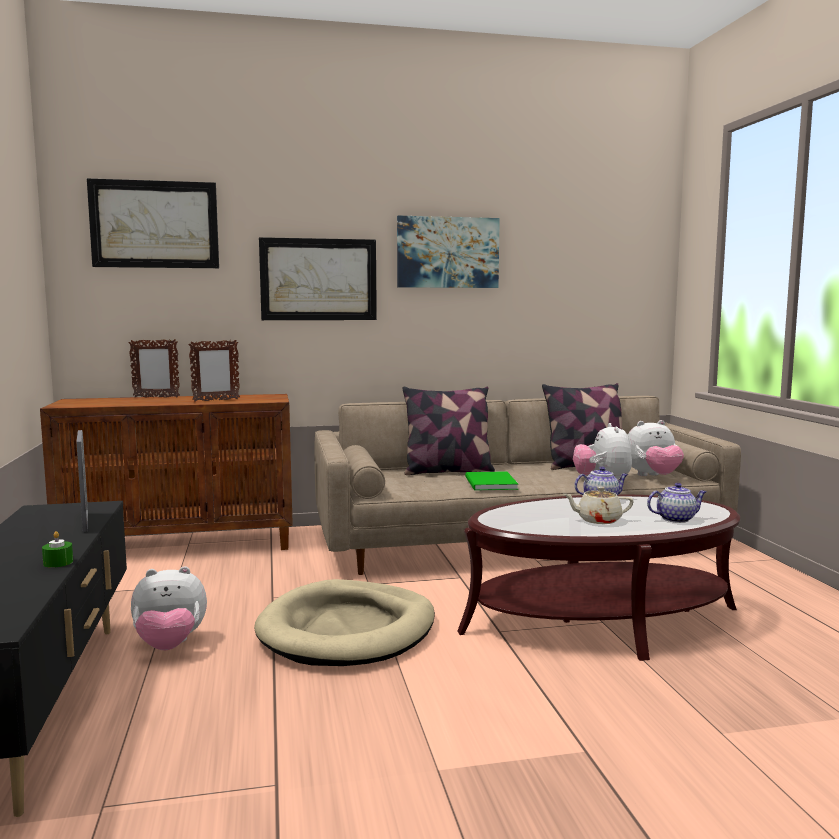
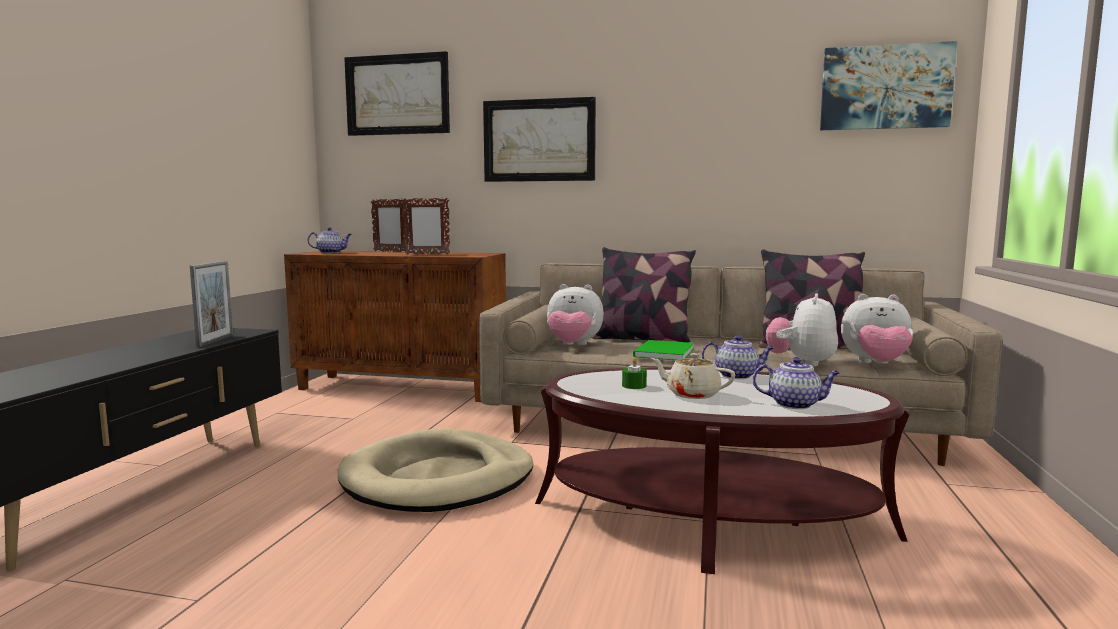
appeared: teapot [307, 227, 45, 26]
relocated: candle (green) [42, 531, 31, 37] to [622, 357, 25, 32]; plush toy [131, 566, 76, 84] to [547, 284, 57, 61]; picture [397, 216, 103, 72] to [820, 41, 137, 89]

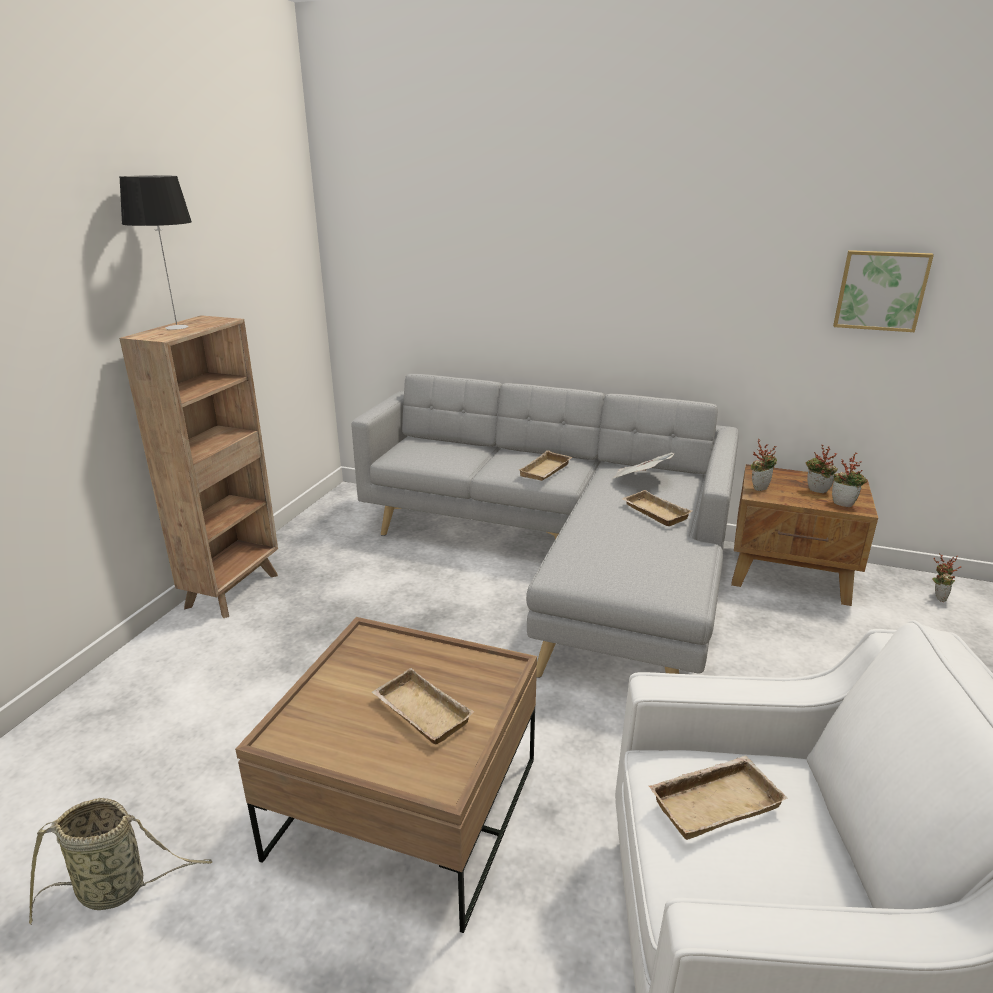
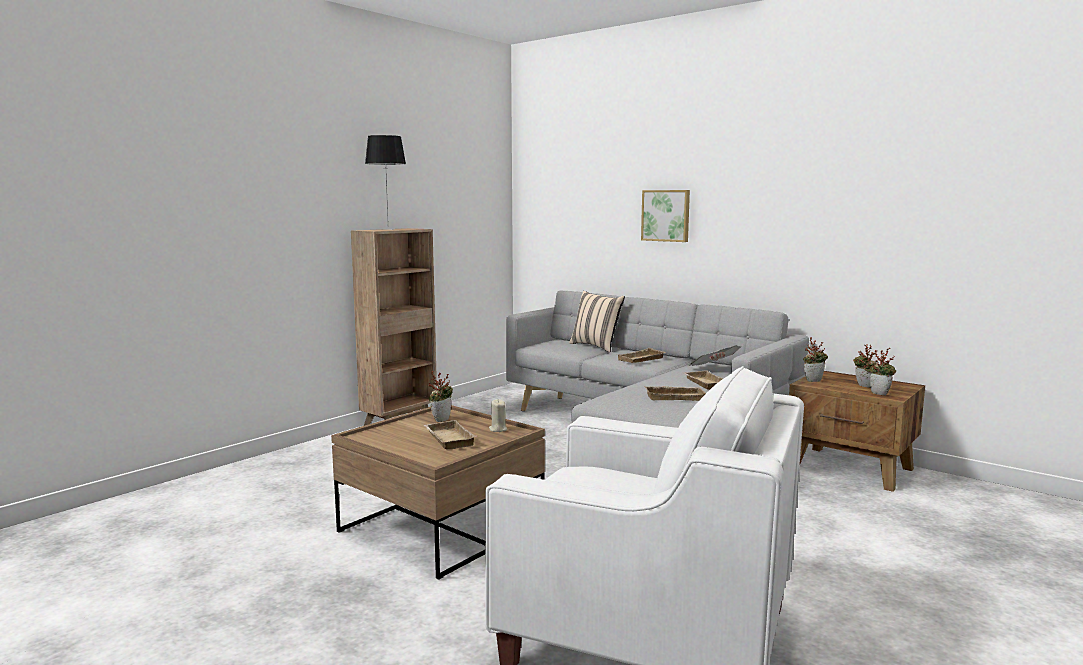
missing: basket [29, 798, 183, 127]
appeared: candle (beige) [489, 399, 18, 33]; pillow (beige) [569, 291, 56, 61]
relocated: tray (beige) [649, 756, 139, 84] to [645, 386, 61, 15]; picture [833, 250, 101, 82] to [641, 190, 49, 52]; potted plant [932, 553, 29, 49] to [429, 370, 24, 52]

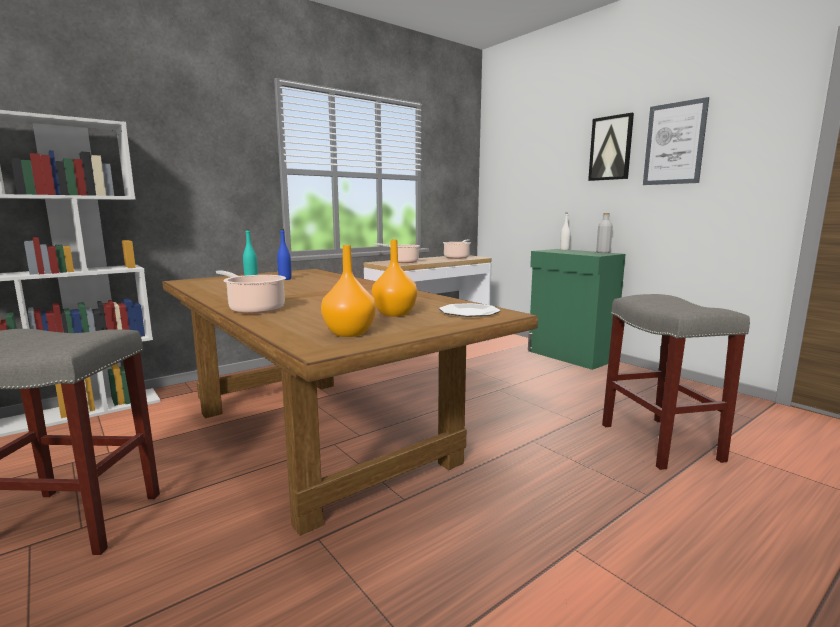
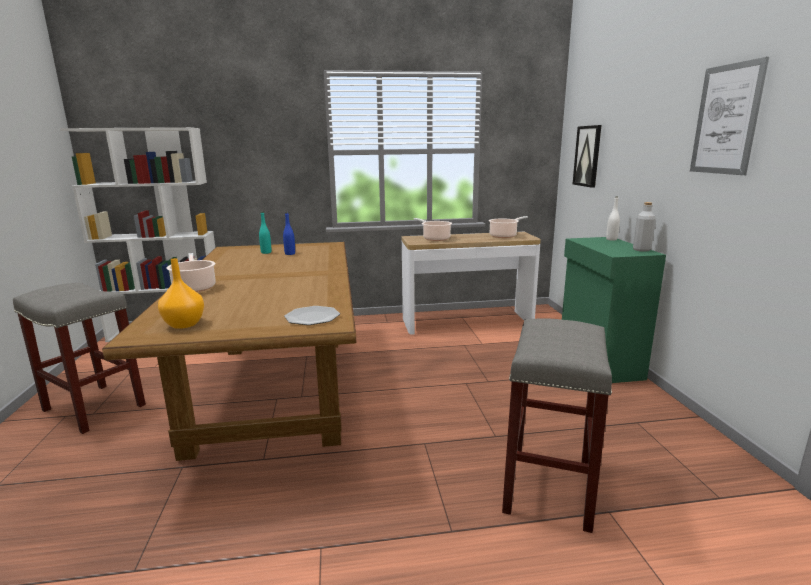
missing: vase (orange) [372, 239, 45, 78]
relocated: picture [588, 113, 46, 68] to [573, 125, 28, 63]

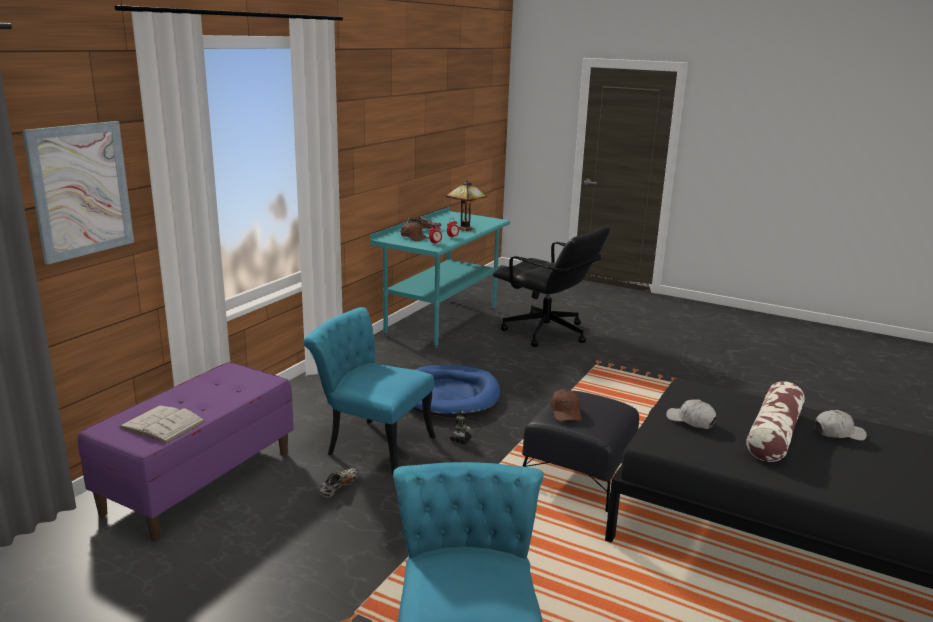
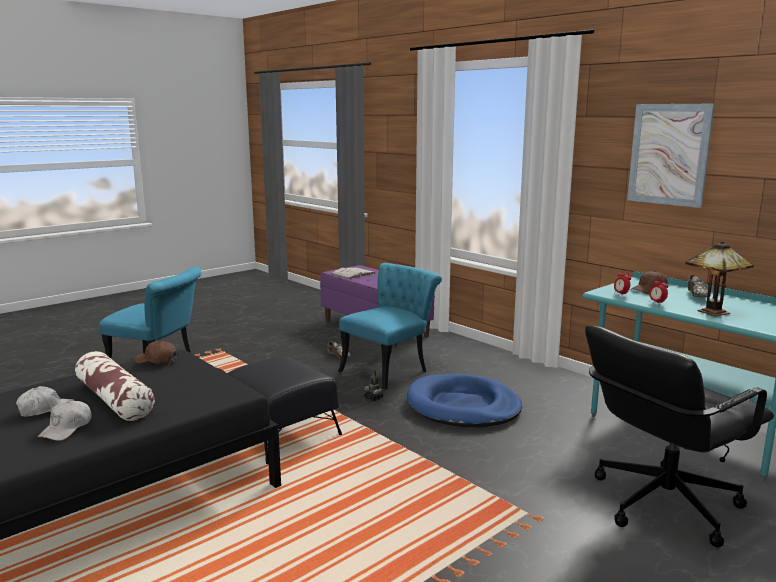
relocated: picture [22, 121, 112, 144] to [627, 104, 88, 104]; cap (brown) [550, 389, 32, 32] to [134, 341, 44, 23]; cap (white) [666, 399, 51, 30] to [16, 386, 59, 31]

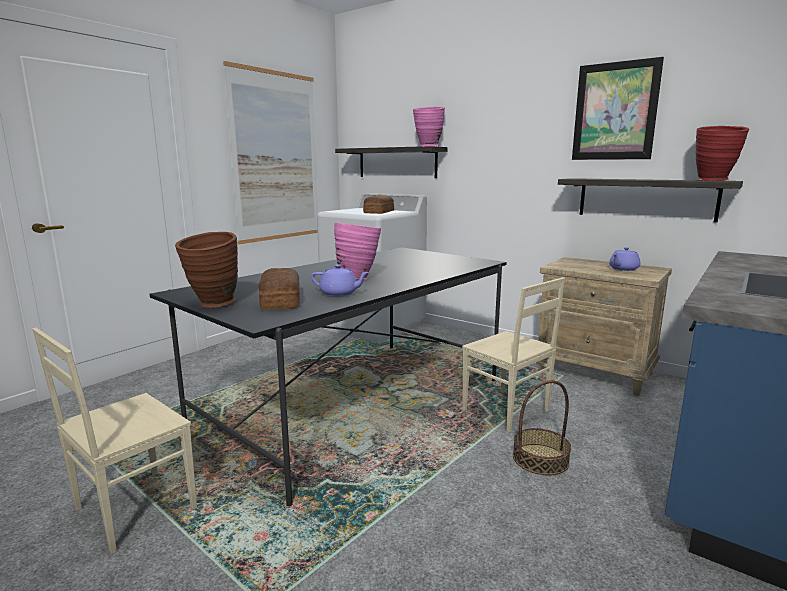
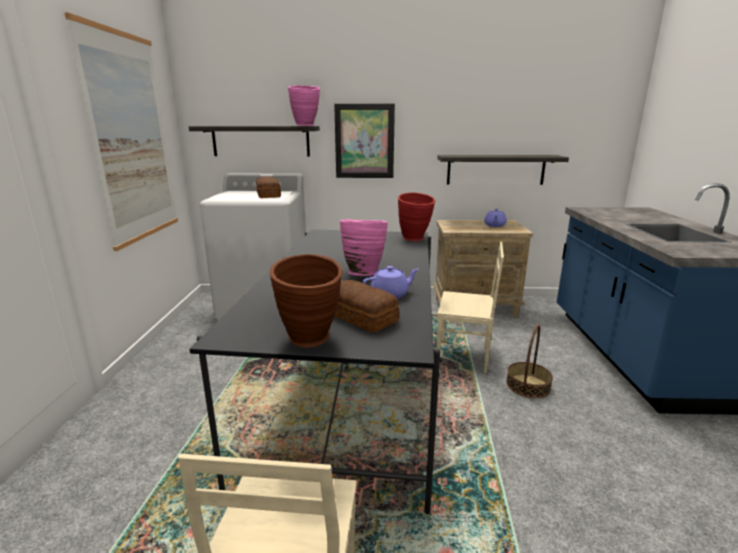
relocated: picture [572, 57, 92, 103] to [334, 103, 61, 75]; vase (red) [696, 126, 53, 55] to [398, 192, 37, 49]

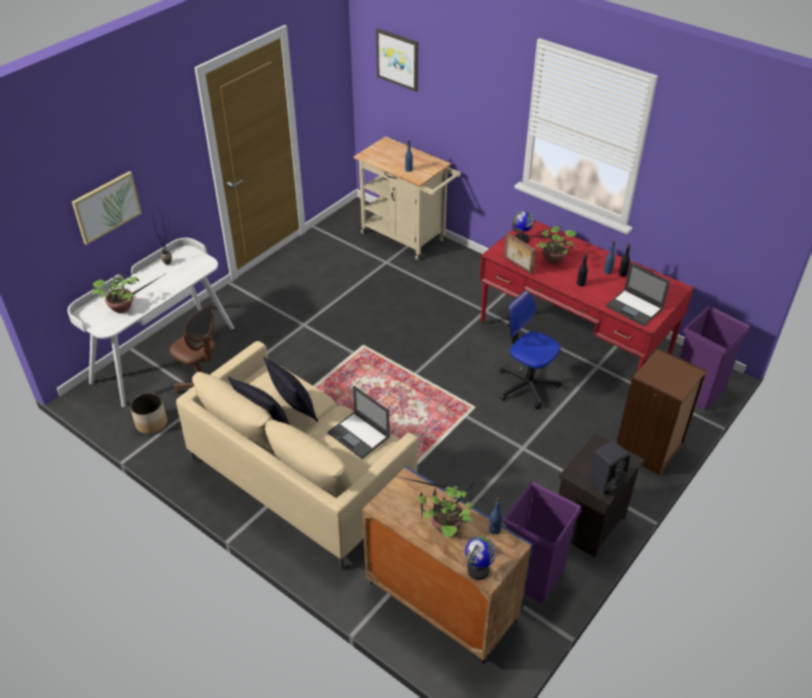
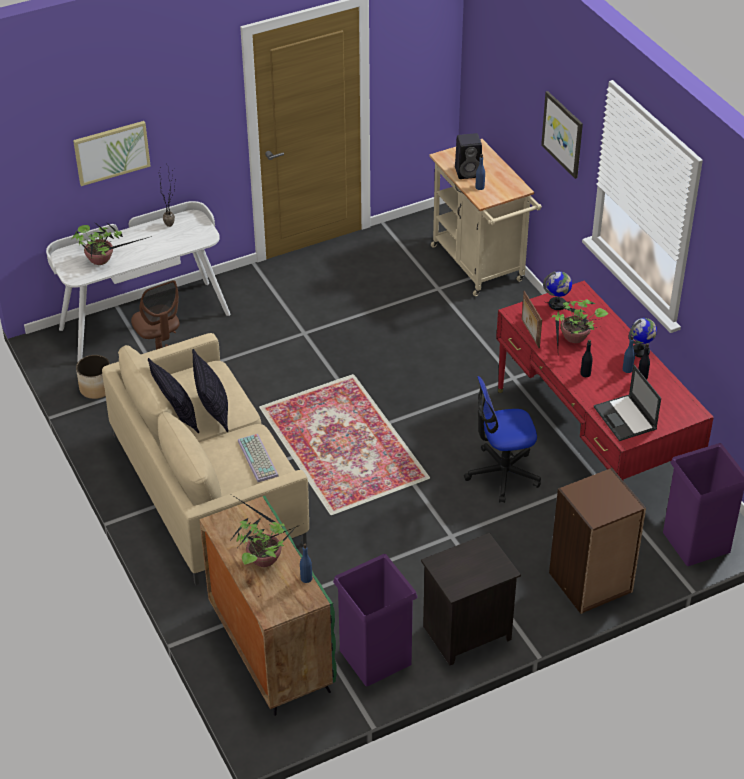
relocated: picture [376, 28, 42, 64] to [541, 91, 42, 88]; globe [465, 536, 31, 44] to [629, 318, 28, 40]; speaker (black) [589, 440, 41, 55] to [455, 133, 27, 46]
exchanged: laptop [328, 386, 62, 73] to keyboard [238, 434, 41, 48]
colour: cabinet (blue) [362, 466, 171, 198] to cabinet (green) [199, 496, 138, 220]
spun: office chair [499, 291, 62, 118] = [464, 376, 77, 127] 75 degrees counterclockwise

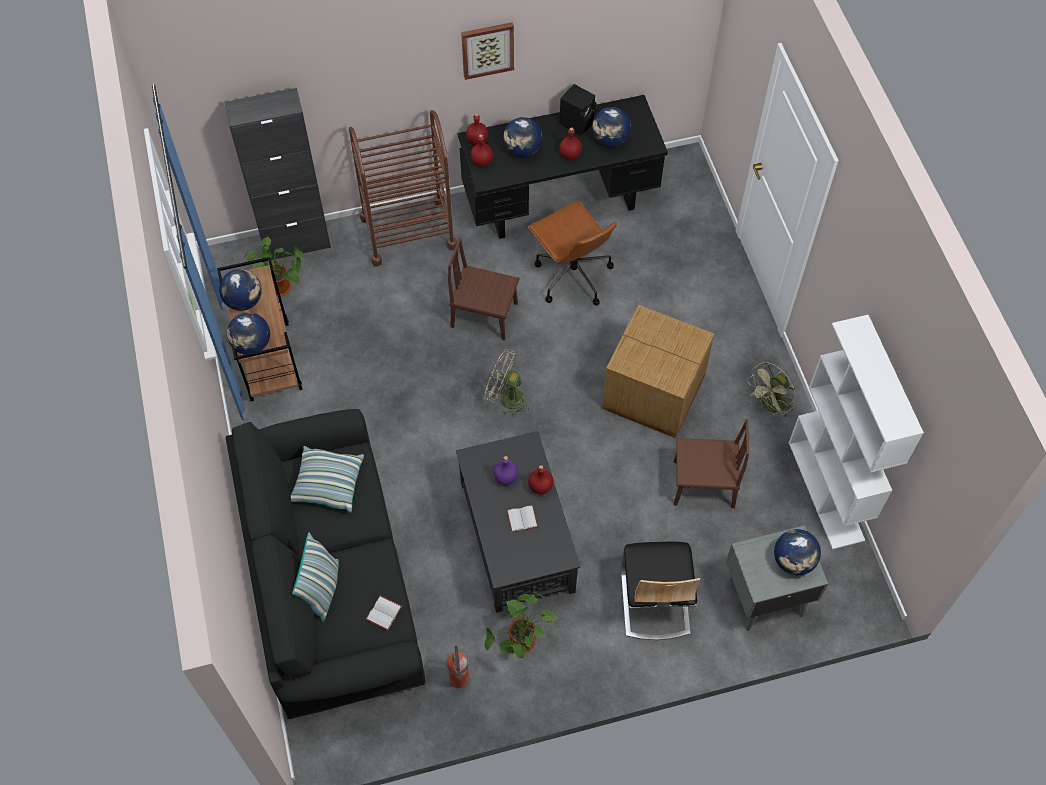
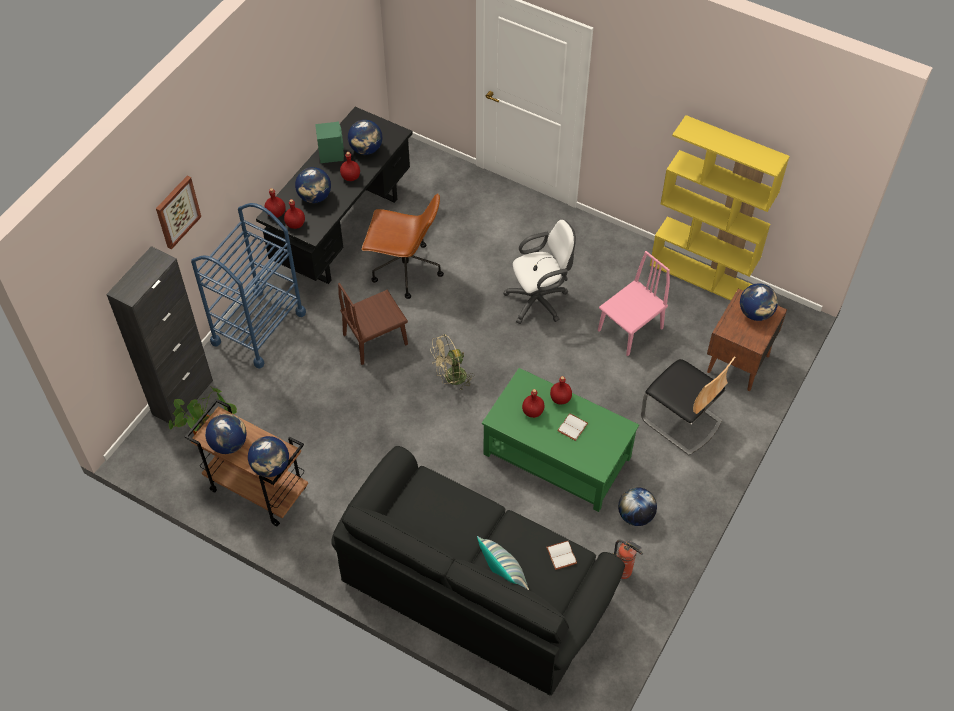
missing: pillow [291, 446, 73, 67]; fan (green) [747, 362, 49, 56]
relocated: picture [461, 22, 53, 58] to [156, 176, 45, 73]
exchanged: potted plant [484, 592, 74, 66] to globe [618, 487, 39, 39]; cardboard box [602, 305, 112, 133] to office chair (white) [503, 220, 73, 104]
colour: cart (brown) [349, 110, 108, 157] to cart (blue) [191, 203, 115, 165]; coffee table (black) [456, 431, 124, 182] to coffee table (green) [482, 368, 157, 144]; bottle (purple) [493, 456, 25, 29] to bottle (red) [522, 389, 22, 29]; speaker (black) [560, 84, 36, 52] to speaker (green) [315, 122, 29, 41]; chair (brown) [674, 419, 75, 89] to chair (pink) [598, 251, 72, 105]; nightstand (grey) [726, 525, 102, 106] to nightstand (brown) [707, 289, 80, 102]; bookcase (white) [789, 315, 135, 235] to bookcase (yellow) [650, 115, 140, 186]

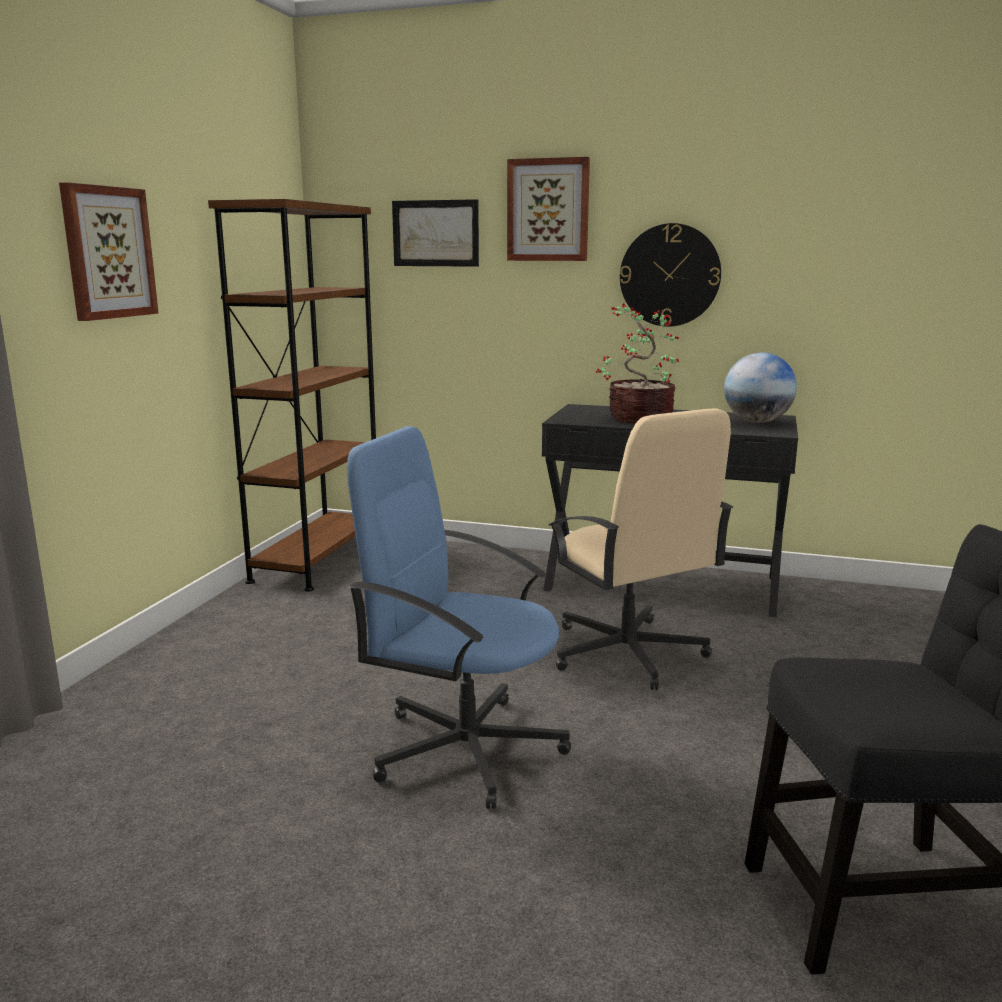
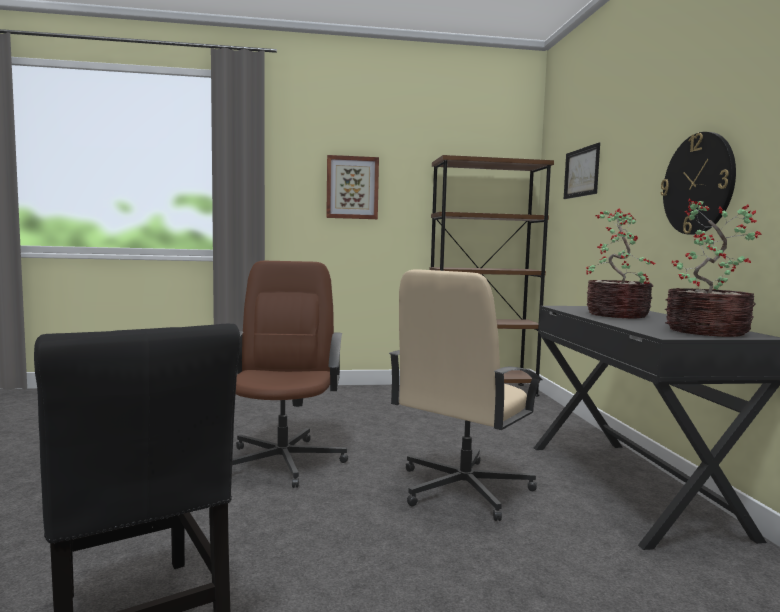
missing: picture [507, 157, 83, 104]
exchanged: globe [724, 353, 73, 70] to potted plant [665, 199, 97, 138]
colour: office chair (blue) [347, 426, 224, 383] to office chair (brown) [232, 261, 116, 227]

